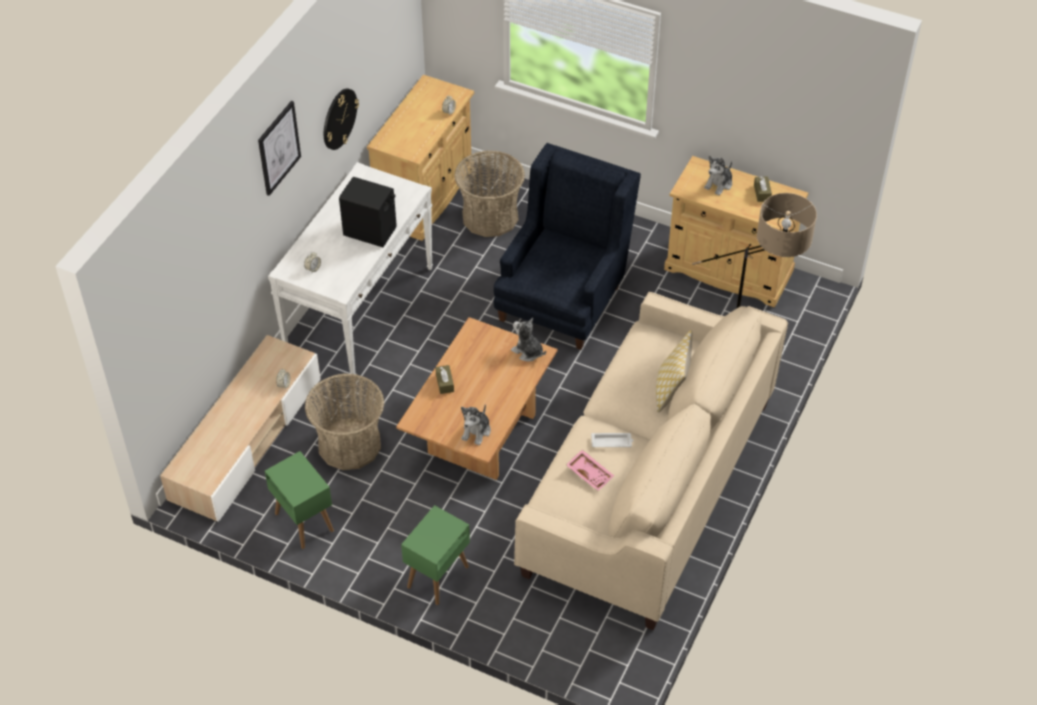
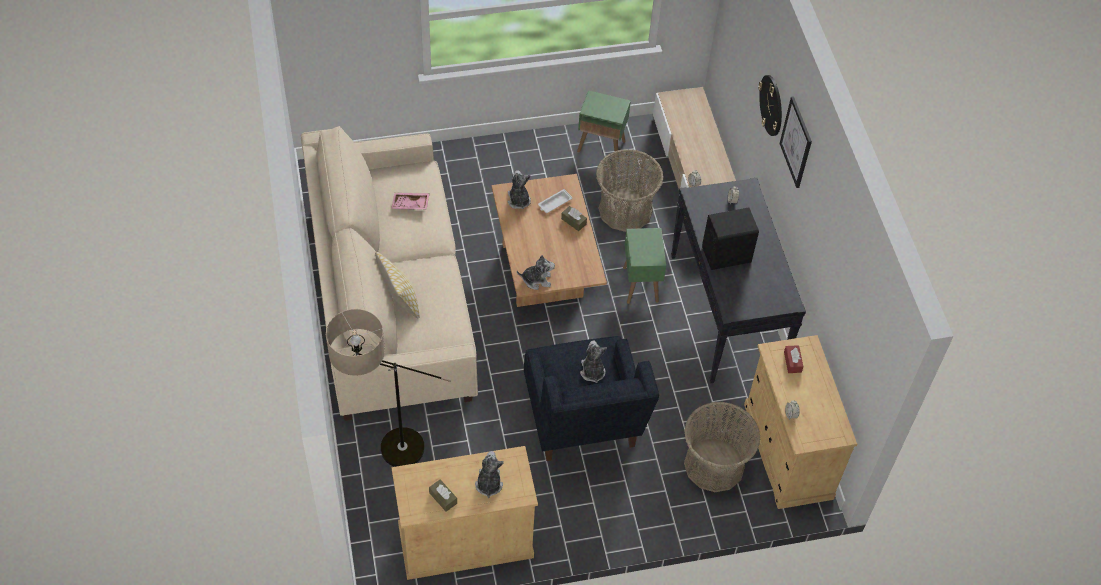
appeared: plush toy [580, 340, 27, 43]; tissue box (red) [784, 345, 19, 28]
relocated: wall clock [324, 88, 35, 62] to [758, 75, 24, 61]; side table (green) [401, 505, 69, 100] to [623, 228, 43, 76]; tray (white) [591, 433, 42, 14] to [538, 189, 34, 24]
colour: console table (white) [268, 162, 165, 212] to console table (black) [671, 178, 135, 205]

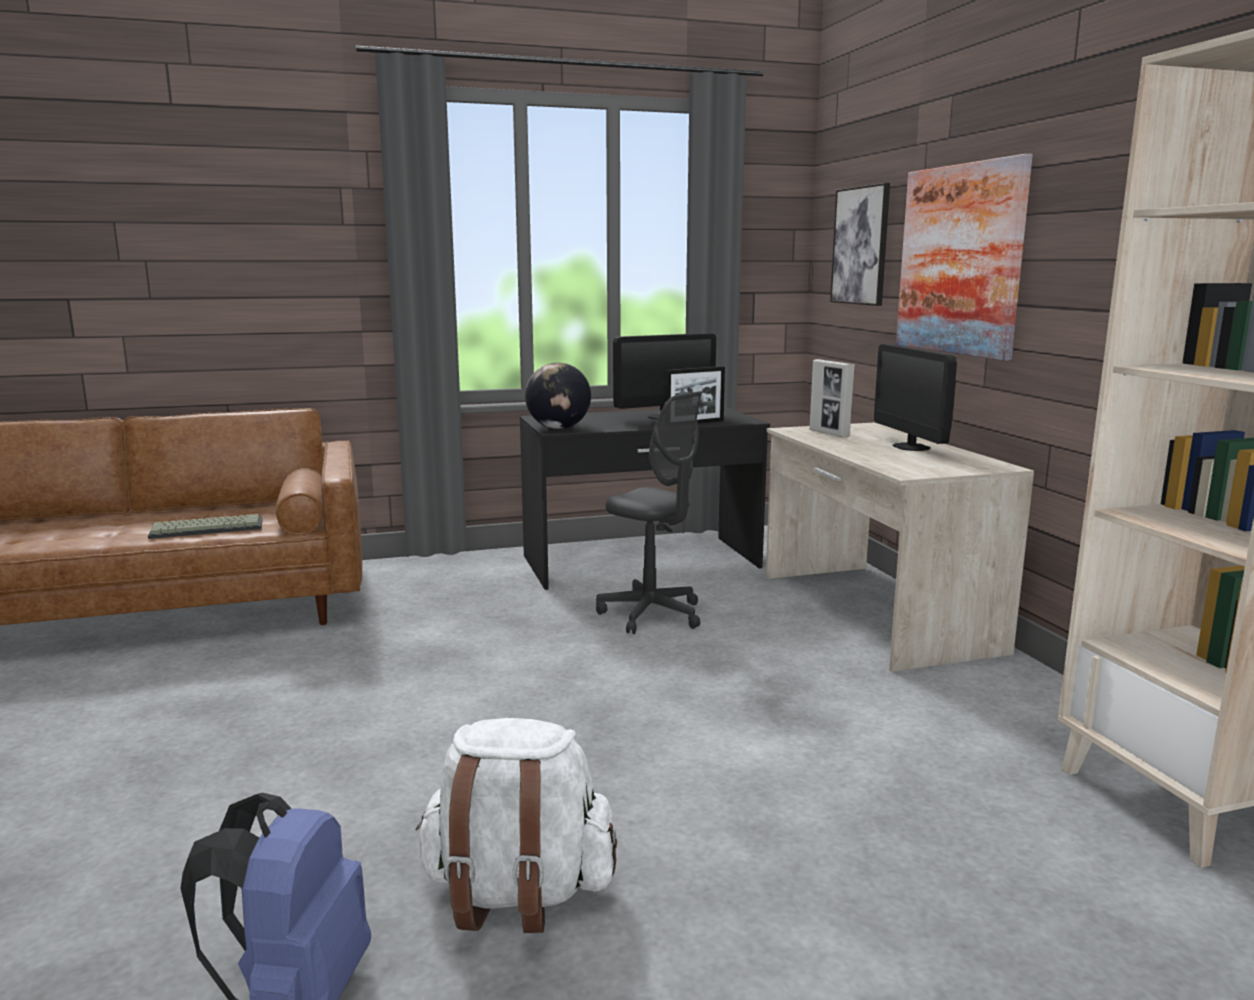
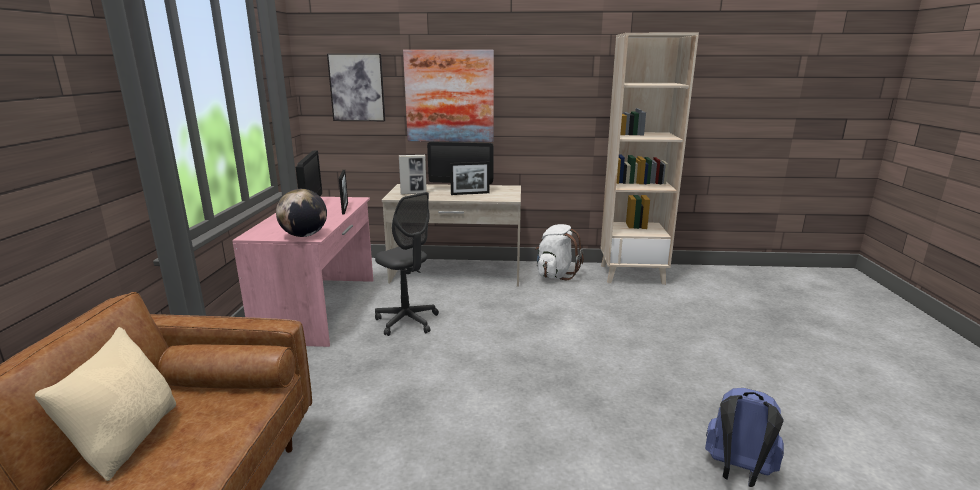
missing: keyboard [148, 514, 114, 25]
appeared: pillow (beige) [35, 327, 141, 154]; picture frame [450, 162, 40, 33]
relocated: backpack (white) [415, 718, 202, 215] to [535, 224, 49, 56]
colour: desk (black) [520, 407, 250, 183] to desk (pink) [232, 197, 141, 150]
spun: office chair (grey) [596, 391, 106, 243] = [375, 192, 64, 144] 75 degrees clockwise

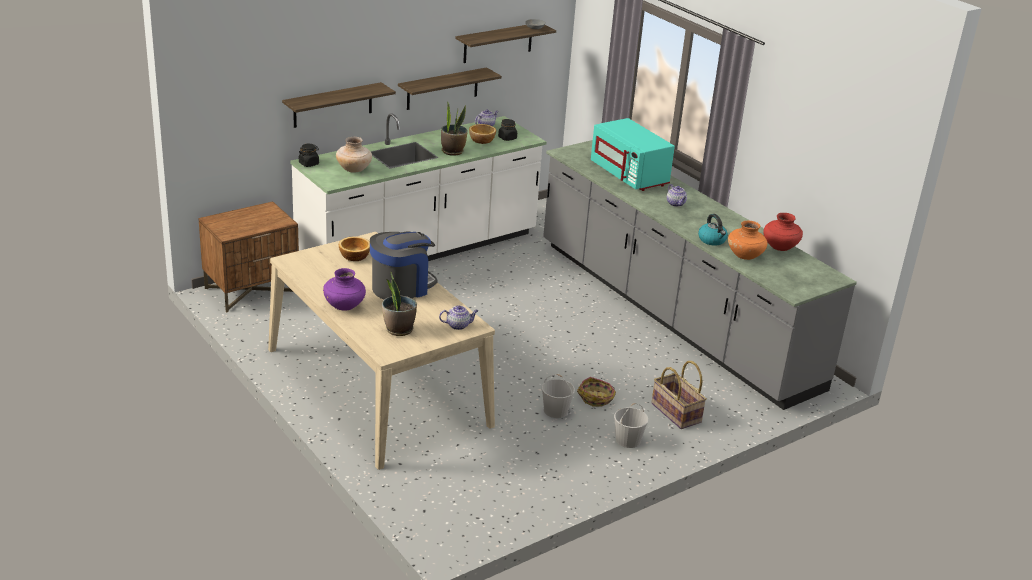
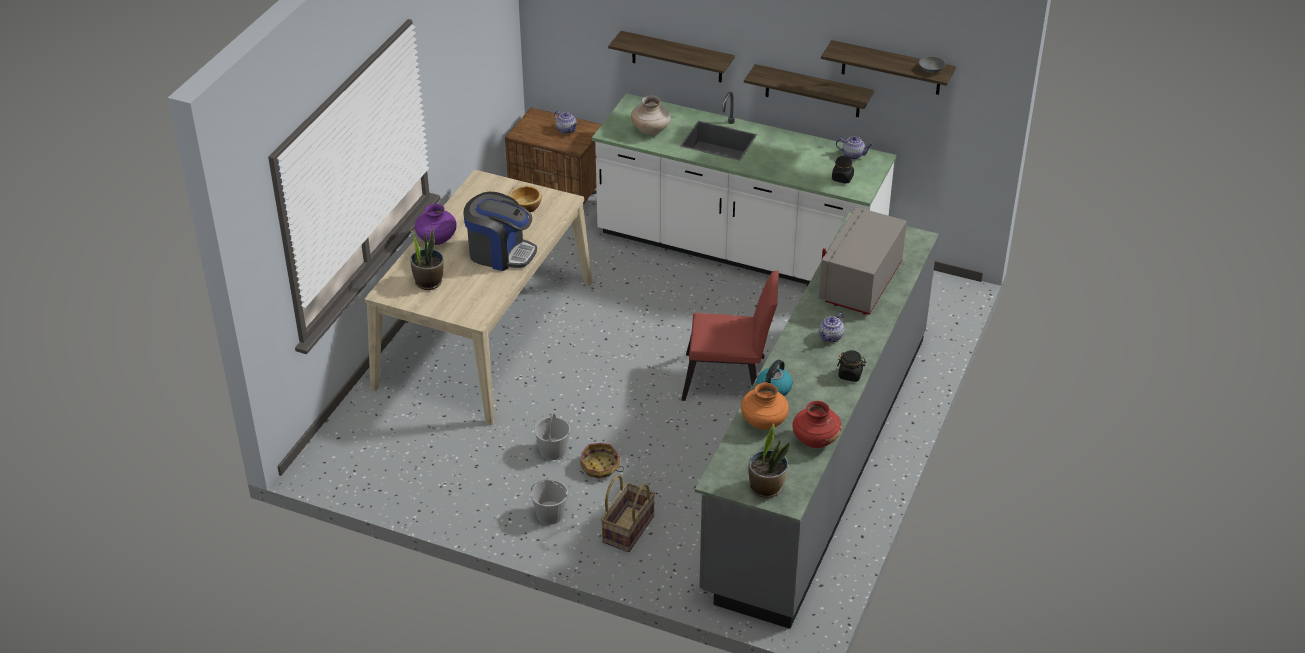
missing: bowl [469, 124, 27, 20]
appeared: chair (red) [681, 270, 98, 131]
relocated: jar (black) [299, 144, 20, 23] to [837, 350, 29, 32]; teapot [439, 306, 39, 24] to [554, 111, 24, 23]; potted plant [441, 101, 27, 55] to [749, 423, 41, 75]
colour: microwave (turquoise) [591, 118, 84, 73] to microwave (grey) [819, 207, 88, 108]

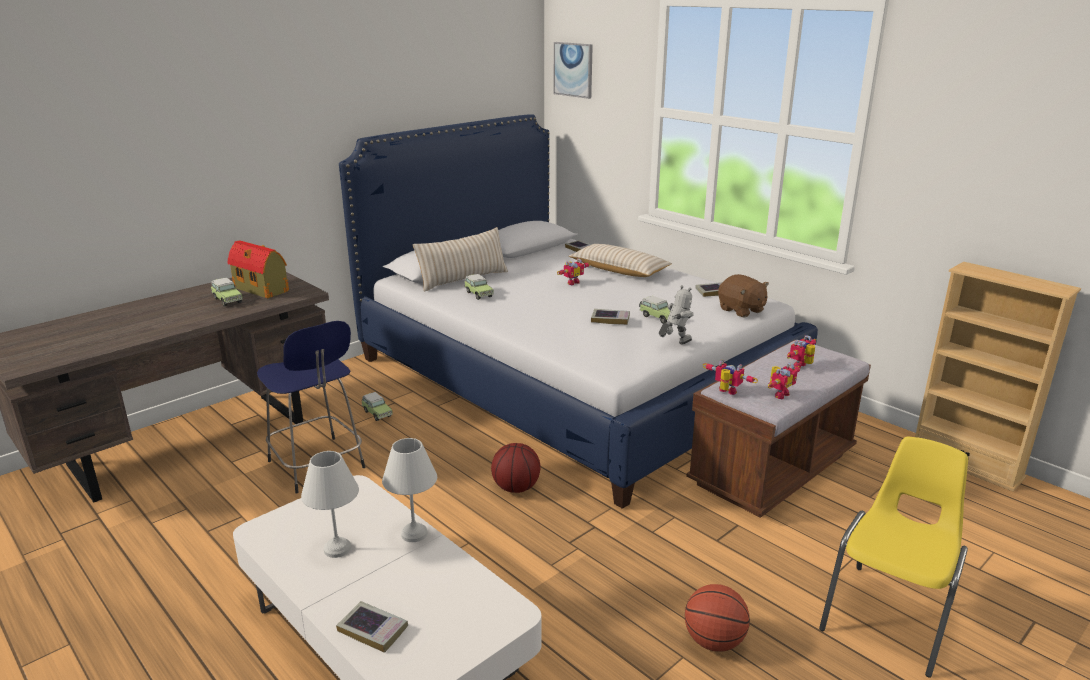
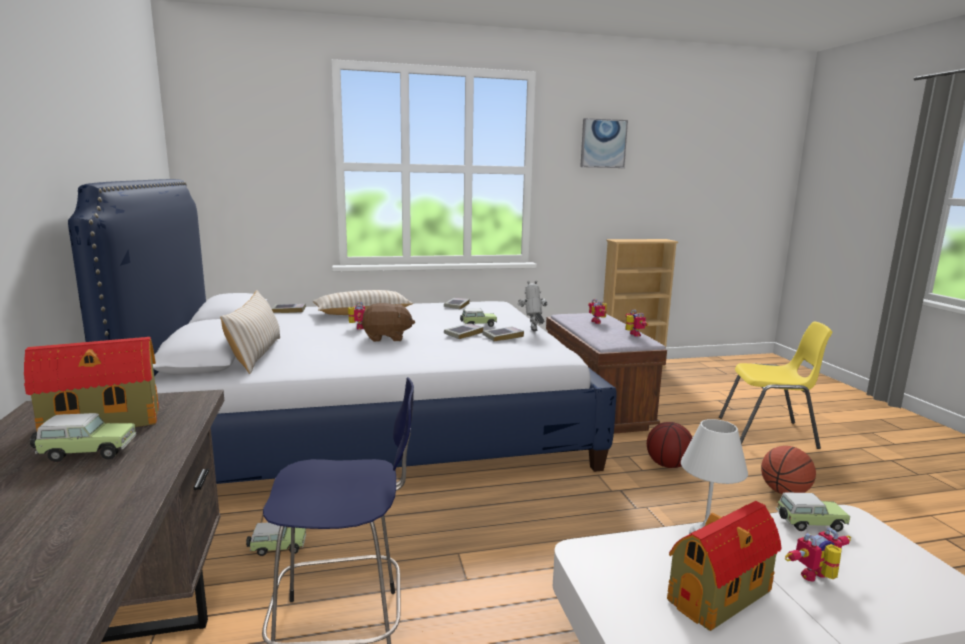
relocated: book [336, 601, 72, 52] to [483, 327, 41, 15]; toy car [464, 274, 30, 26] to [776, 493, 74, 39]; basketball [491, 443, 50, 50] to [647, 422, 45, 46]; picture [554, 42, 39, 57] to [580, 118, 48, 50]; toy robot [703, 359, 55, 36] to [785, 527, 66, 55]; plush toy (brown) [718, 274, 51, 44] to [361, 303, 54, 39]
exchanged: table lamp (white) [301, 451, 58, 107] to toy house [667, 501, 115, 130]
spun: chair (yellow) [819, 437, 149, 241] = [719, 322, 113, 127] 120 degrees clockwise

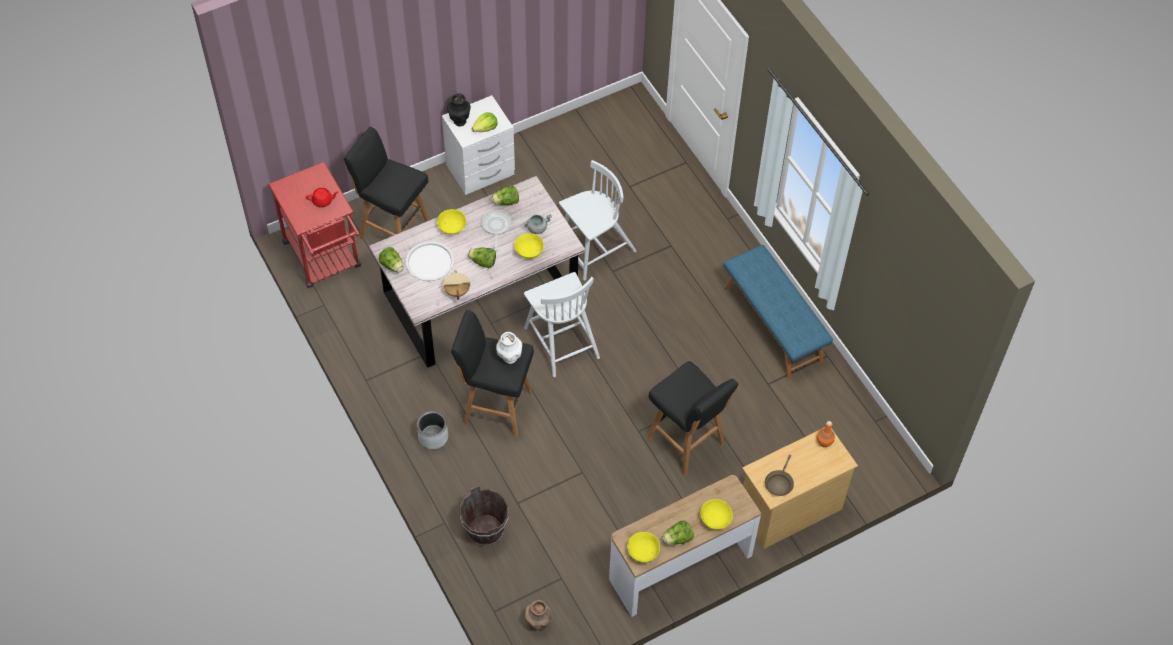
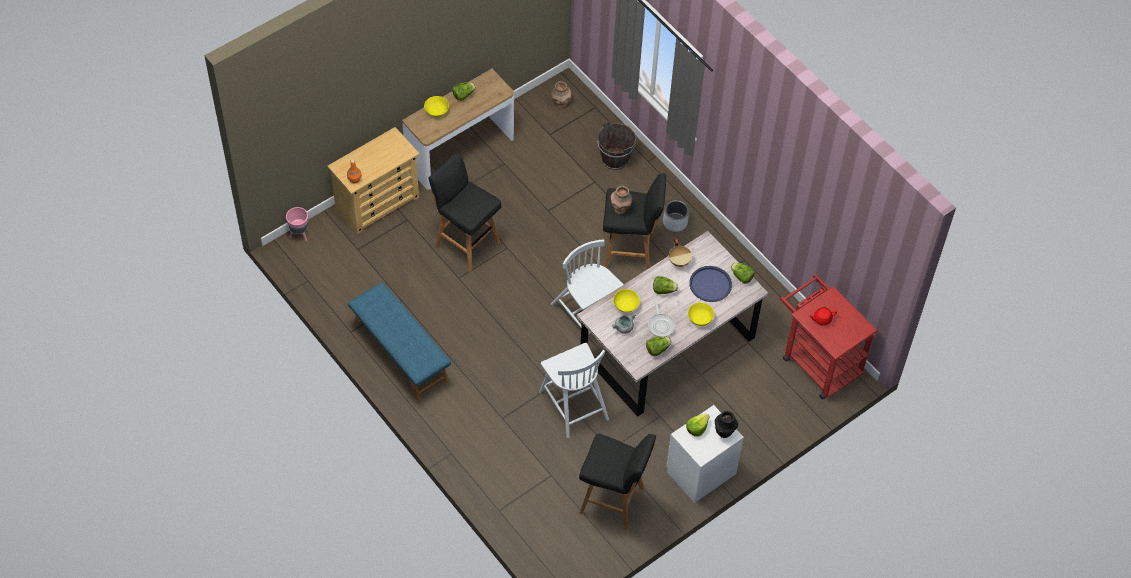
missing: bowl (yellow) [627, 532, 33, 31]; frying pan (brown) [765, 454, 29, 42]
appeared: planter (pink) [286, 207, 22, 35]
relocated: stool (black) [344, 127, 86, 113] to [579, 434, 77, 96]
colour: tray (white) [406, 241, 48, 40] to tray (blue) [689, 266, 43, 36]; vase (white) [496, 332, 26, 32] to vase (brown) [611, 186, 21, 28]
spun: chair (white) [559, 160, 78, 120] = [539, 343, 70, 95] 75 degrees counterclockwise

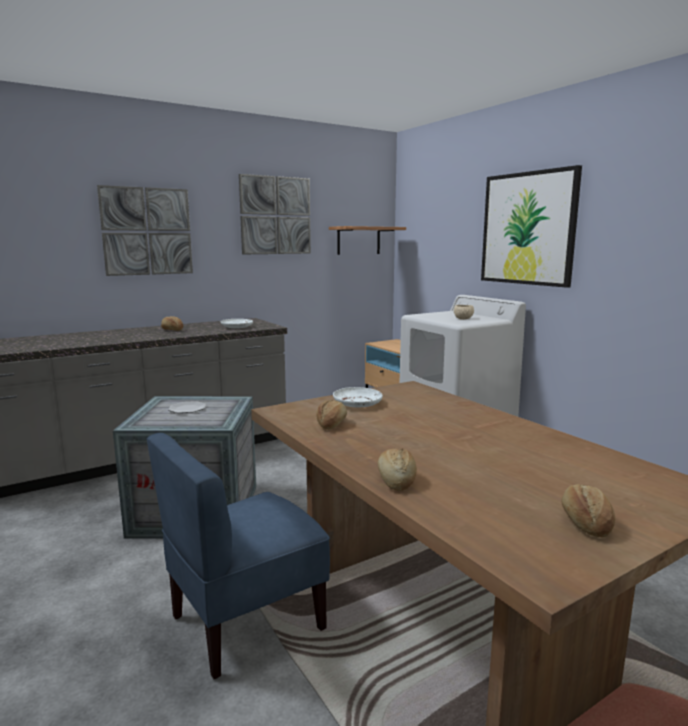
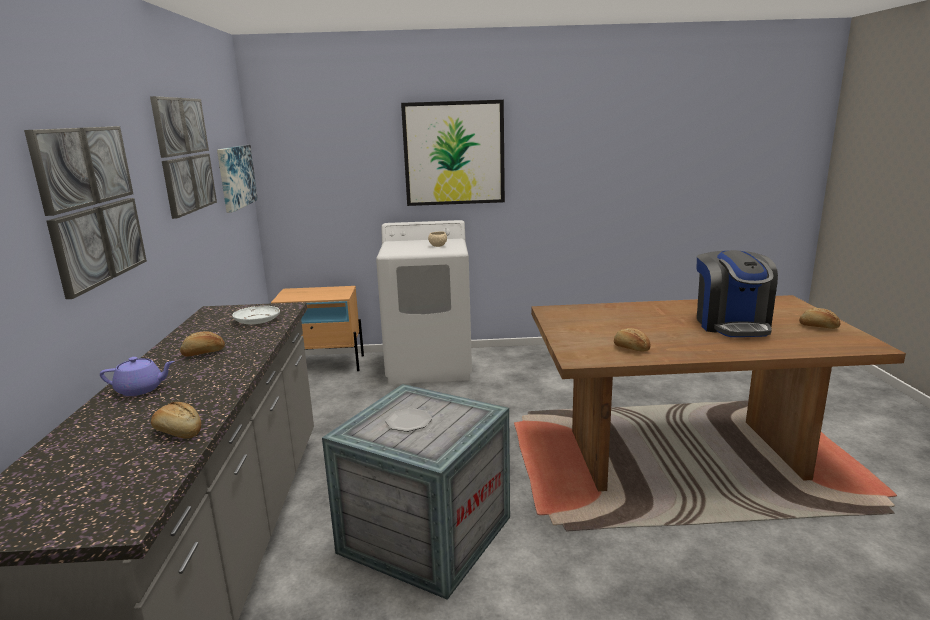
missing: chair (blue) [147, 433, 183, 246]; plate (white) [333, 387, 50, 20]
appeared: teapot (purple) [100, 357, 75, 39]; coffee machine [697, 250, 81, 87]
relocated: bread [377, 448, 40, 43] to [151, 402, 50, 37]
exchanged: shelf [329, 226, 77, 29] to picture [217, 145, 41, 68]

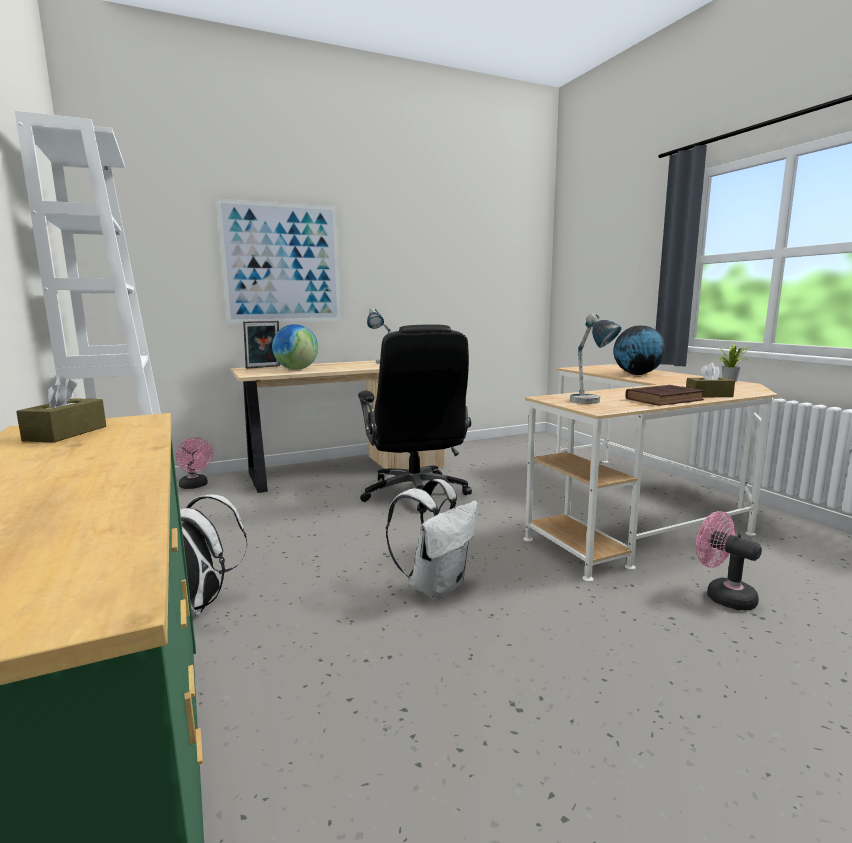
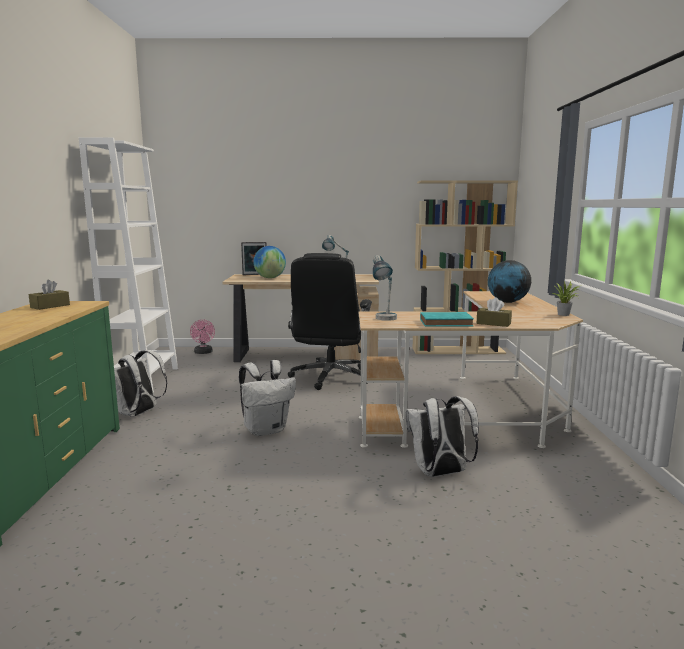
missing: picture [216, 199, 125, 125]
appeared: bookcase (beige) [412, 180, 106, 174]
exchanged: fan (pink) [696, 511, 66, 99] to backpack (white) [406, 396, 73, 81]
colour: book (brown) [625, 385, 79, 21] to book (turquoise) [420, 312, 54, 15]

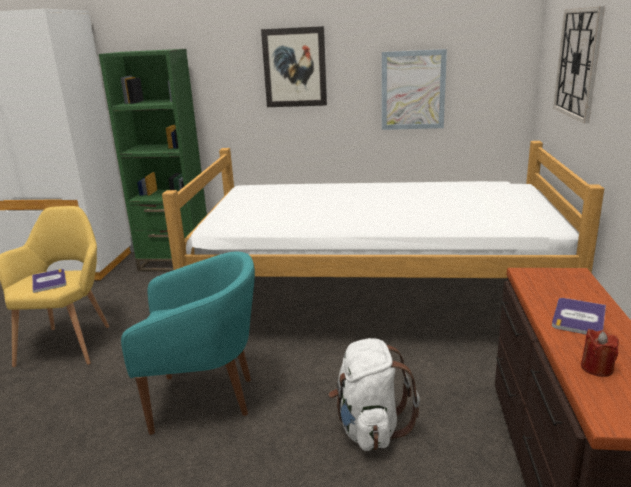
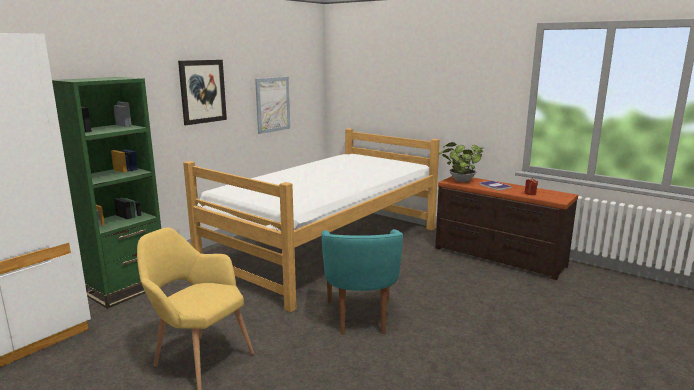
missing: book [32, 269, 35, 24]; backpack (white) [329, 338, 91, 113]; wall clock [553, 6, 52, 117]
appeared: potted plant [439, 142, 45, 40]
spun: armchair (turquoise) [121, 251, 134, 184] = [321, 229, 82, 106] 150 degrees clockwise

